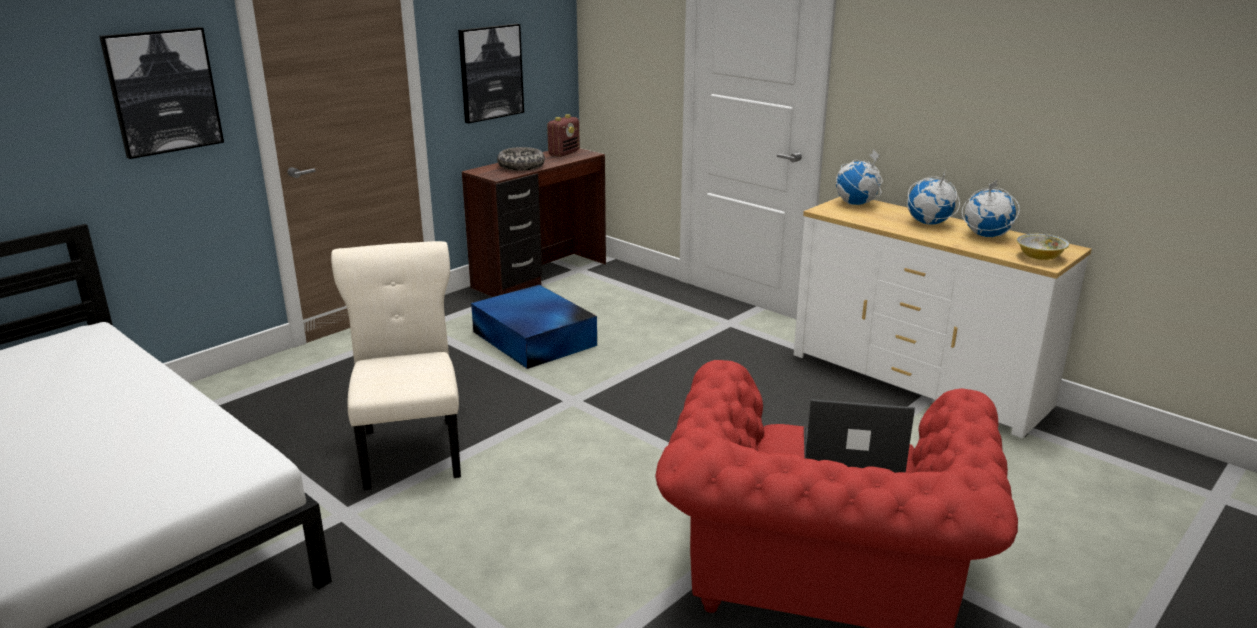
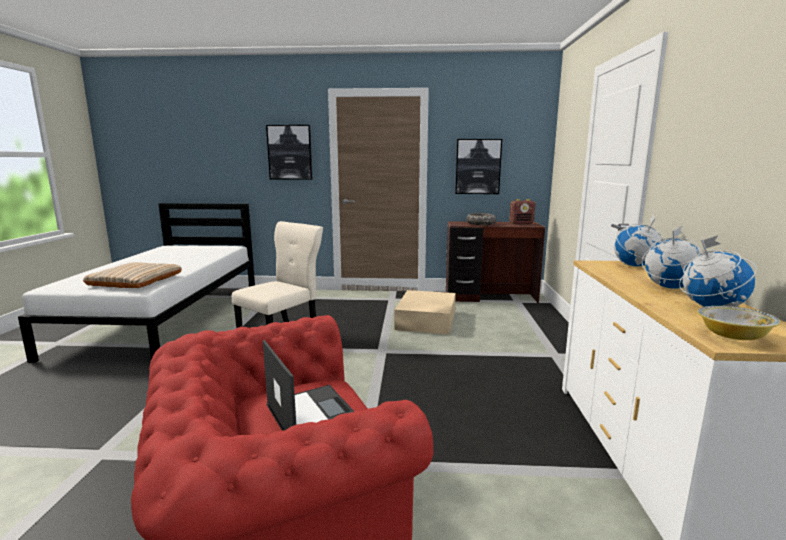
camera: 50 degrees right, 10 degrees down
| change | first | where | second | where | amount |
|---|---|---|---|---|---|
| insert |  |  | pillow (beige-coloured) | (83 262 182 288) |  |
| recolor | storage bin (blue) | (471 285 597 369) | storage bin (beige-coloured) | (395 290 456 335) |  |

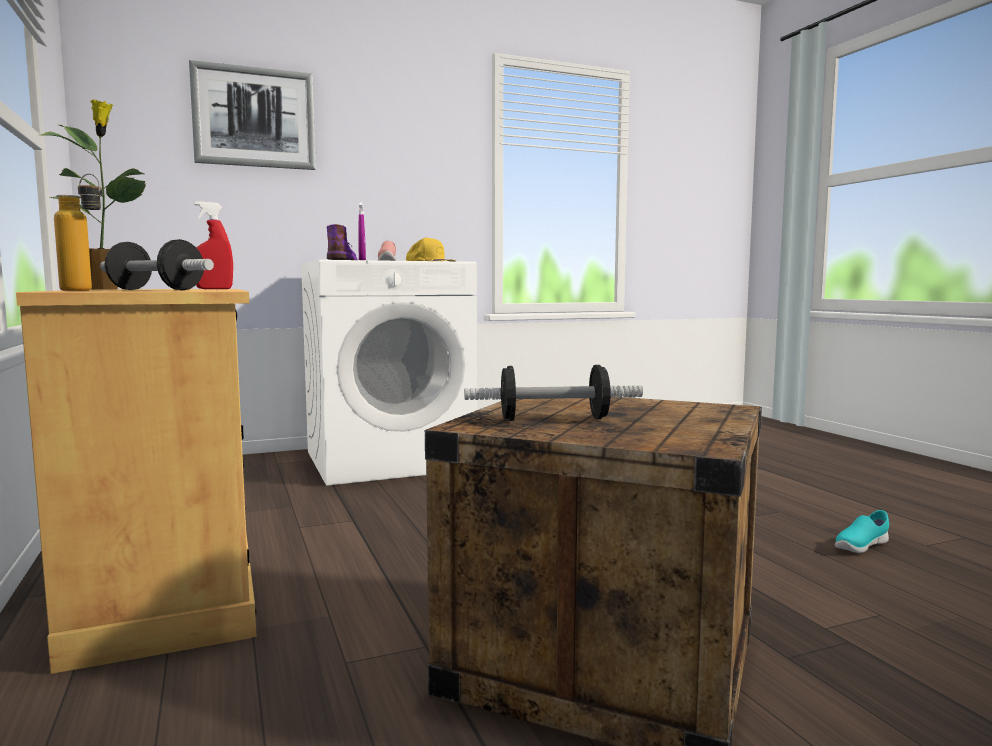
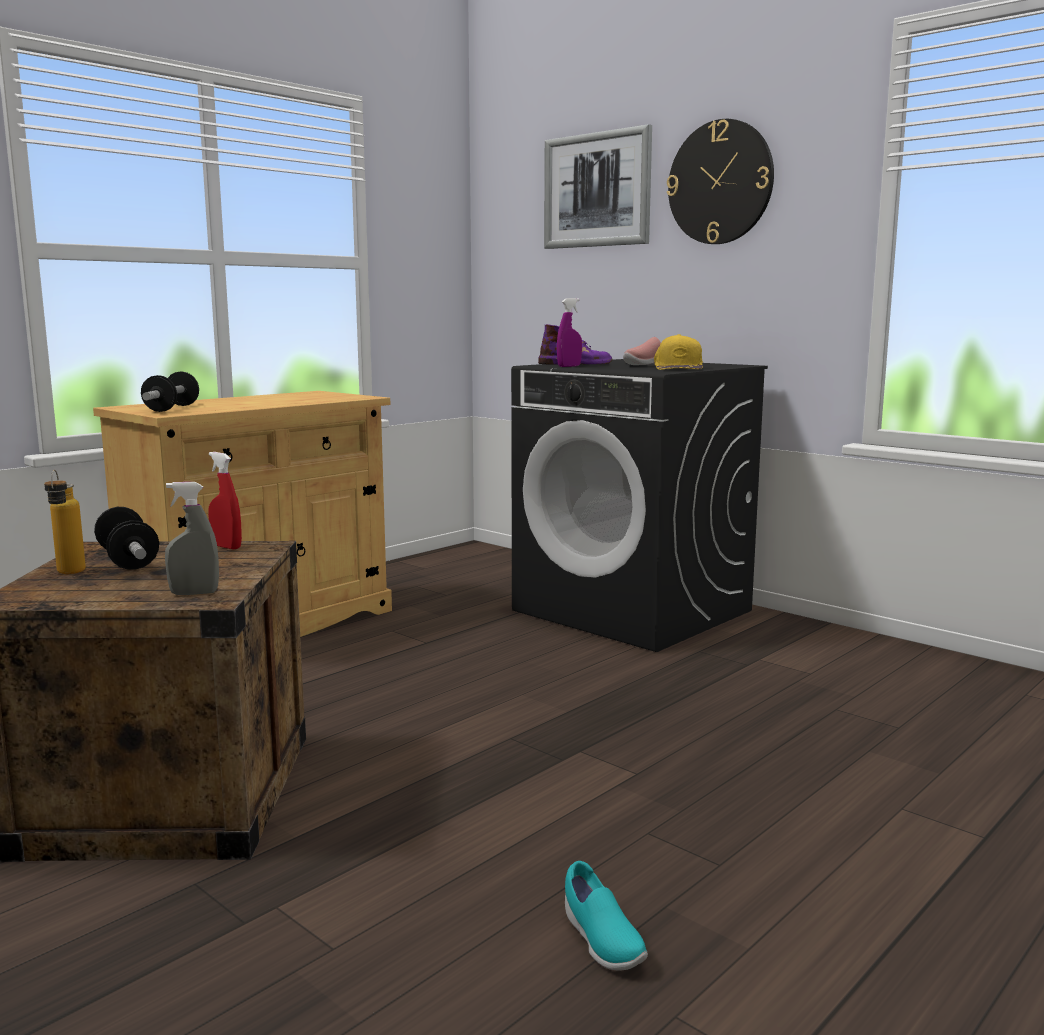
camera: 65 degrees right, 5 degrees up
| change | first | where | second | where | amount |
|---|---|---|---|---|---|
| move | beverage bottle | (54 173 102 291) |  | (44 470 86 574) |  |
| insert |  |  | hand sprayer (gray) | (165 482 219 595) |  |
| move | hand sprayer (red-coloured) | (194 201 233 289) |  | (208 452 242 550) |  |
| recolor | laundry appliance (white) | (301 260 477 486) | laundry appliance (black) | (511 359 768 652) |  |
| rotate | item of footwear (turquoise-coloured) | (835 510 889 553) |  | (565 861 648 970) | 150 degrees counterclockwise |
| insert |  |  | wall clock | (667 119 774 244) |  |
| delete | potted plant | (41 100 146 290) |  |  |  |

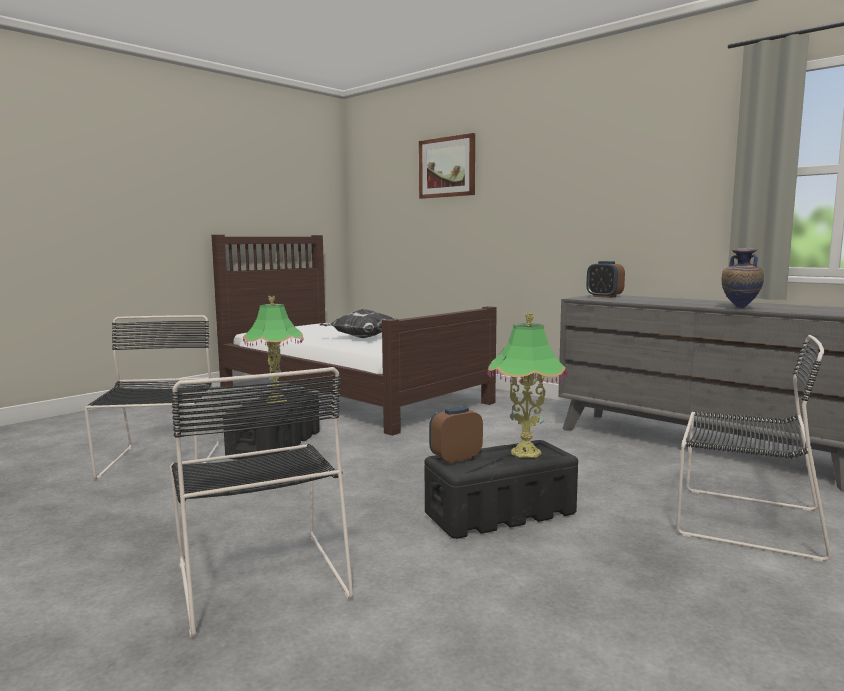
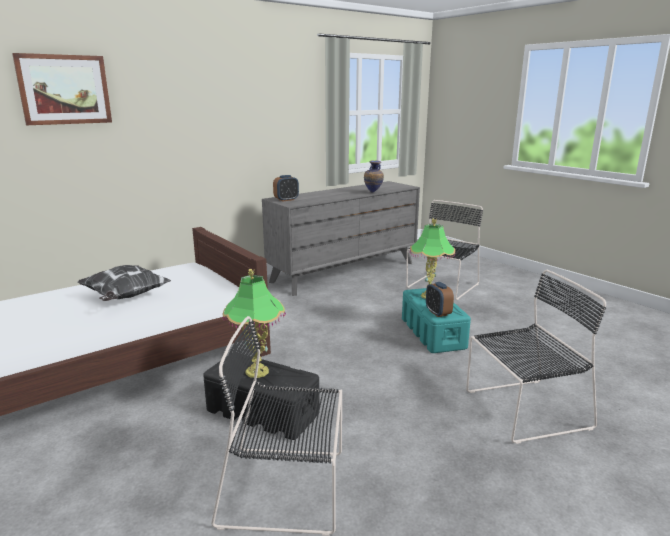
camera: 80 degrees left, 10 degrees up
| change | first | where | second | where | amount |
|---|---|---|---|---|---|
| recolor | storage bin (black) | (425 440 578 539) | storage bin (turquoise-coloured) | (402 288 471 353) |  |

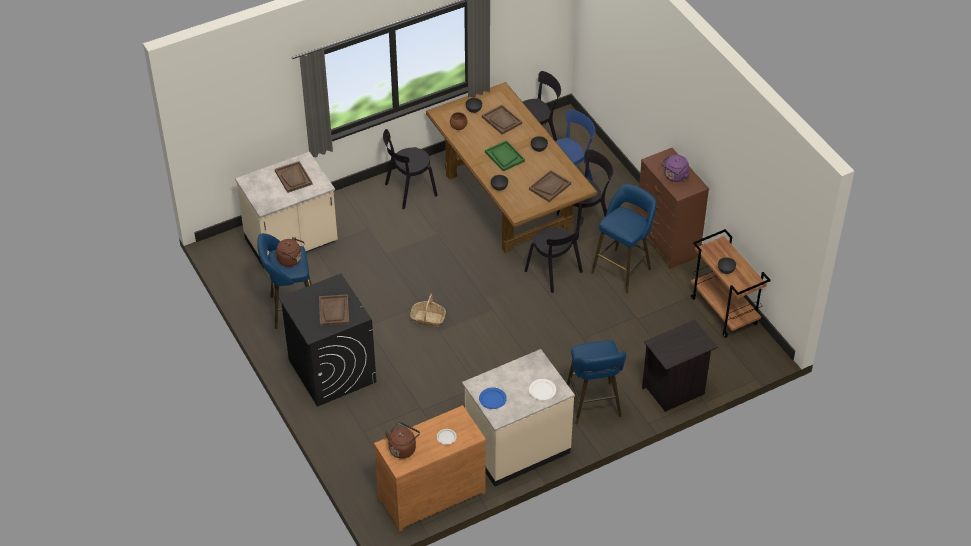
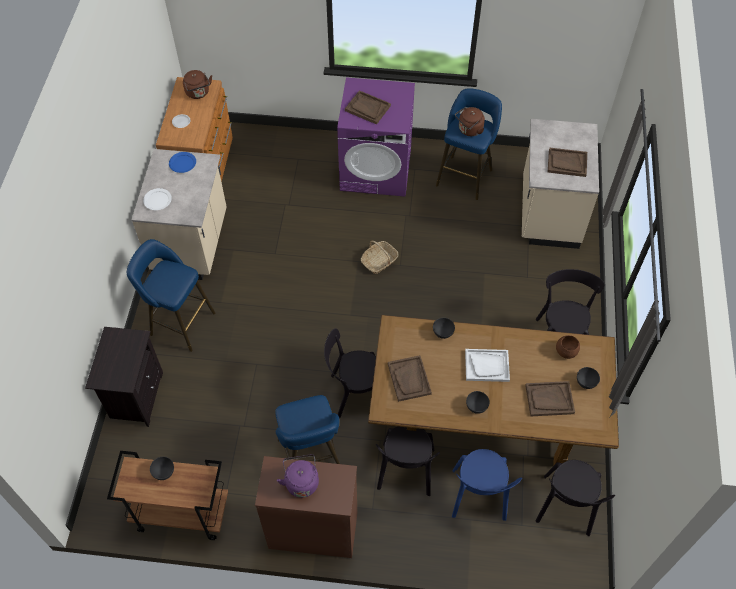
camera: 125 degrees right, 10 degrees up
| change | first | where | second | where | amount |
|---|---|---|---|---|---|
| recolor | laundry appliance (black) | (278 274 376 407) | laundry appliance (purple) | (337 77 415 197) |  |
| recolor | tray (greenish) | (485 140 525 171) | tray (white) | (465 349 510 382) |  |

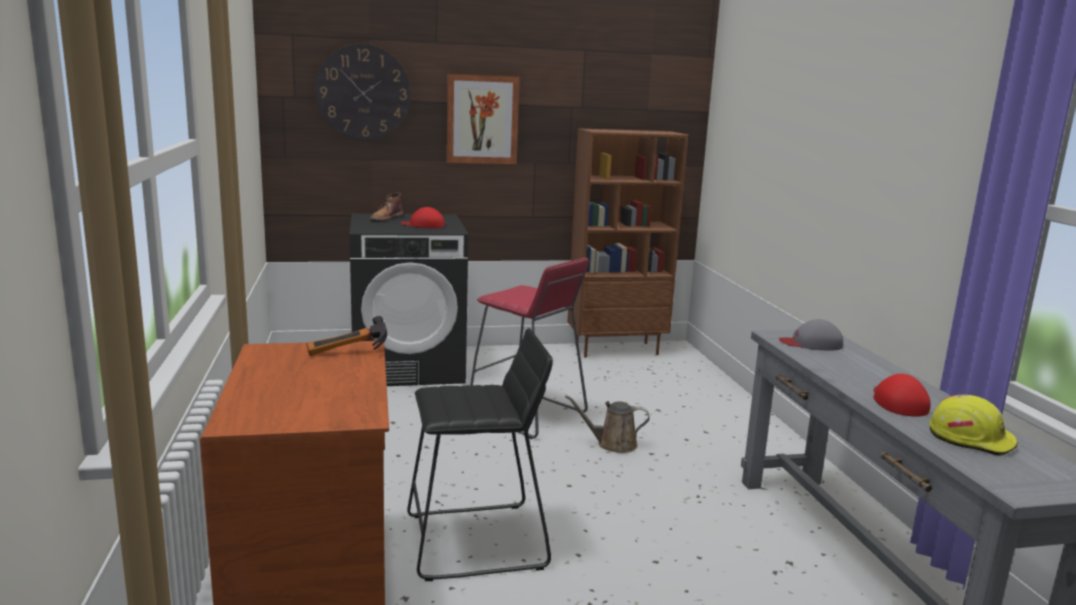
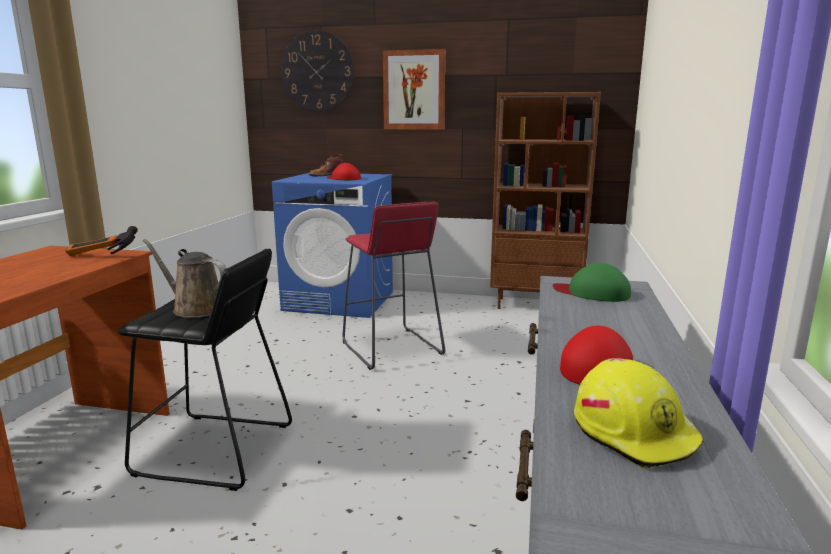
camera: 25 degrees right, 0 degrees up
| change | first | where | second | where | amount |
|---|---|---|---|---|---|
| move | watering pot (brown) | (565 395 650 453) |  | (142 239 226 318) |  |
| recolor | laundry appliance (black) | (349 214 468 386) | laundry appliance (blue) | (272 173 393 318) |  |
| recolor | peaked cap (gray) | (779 319 843 350) | peaked cap (greenish) | (553 263 631 302) |  |

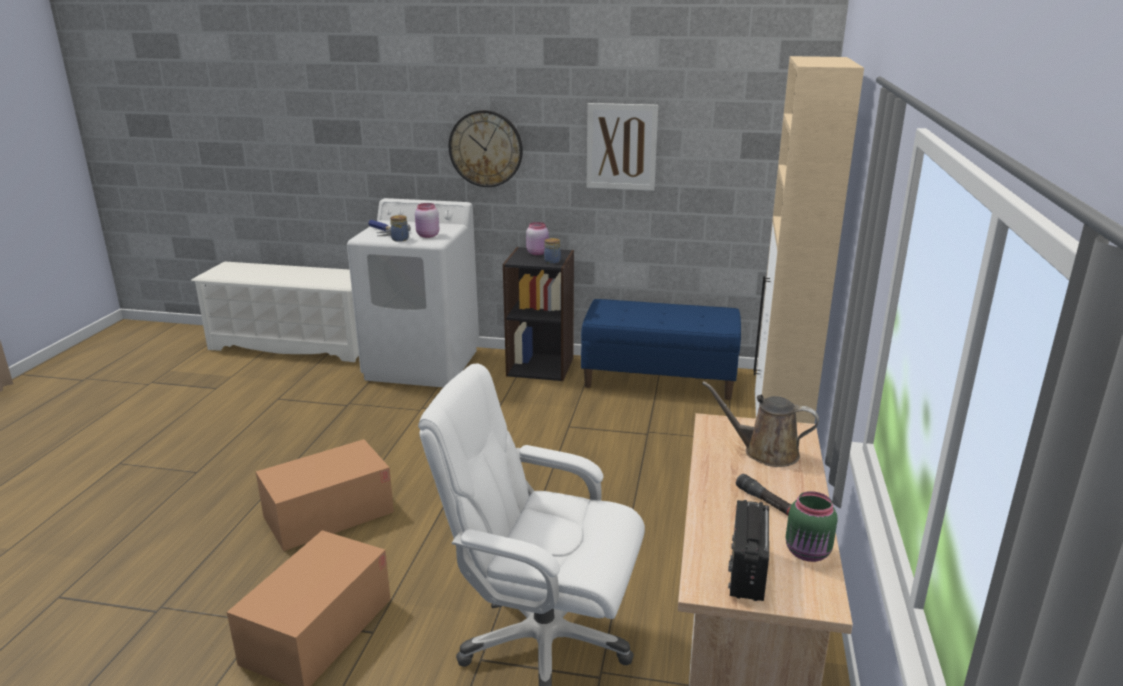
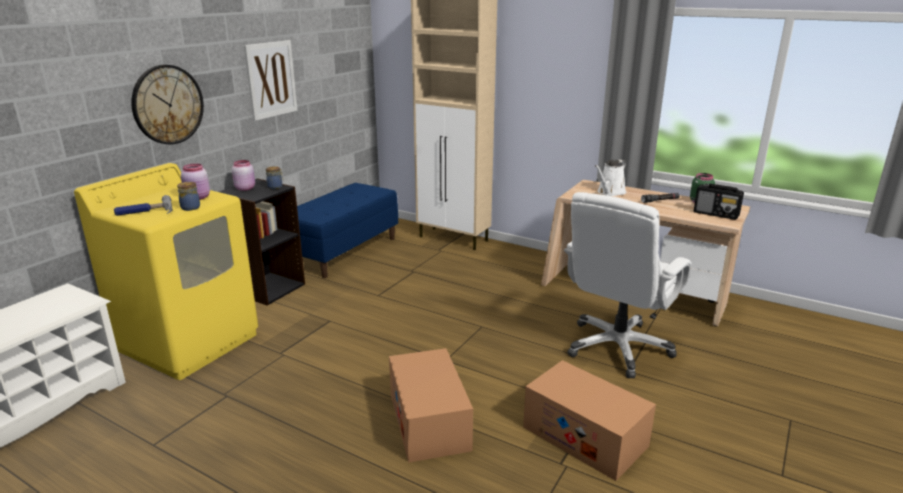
camera: 70 degrees left, 0 degrees up
| change | first | where | second | where | amount |
|---|---|---|---|---|---|
| recolor | laundry appliance (white) | (347 198 479 387) | laundry appliance (yellow) | (74 163 258 380) |  |
| recolor | watering pot (brown) | (702 381 819 467) | watering pot (white) | (595 160 626 196) |  |

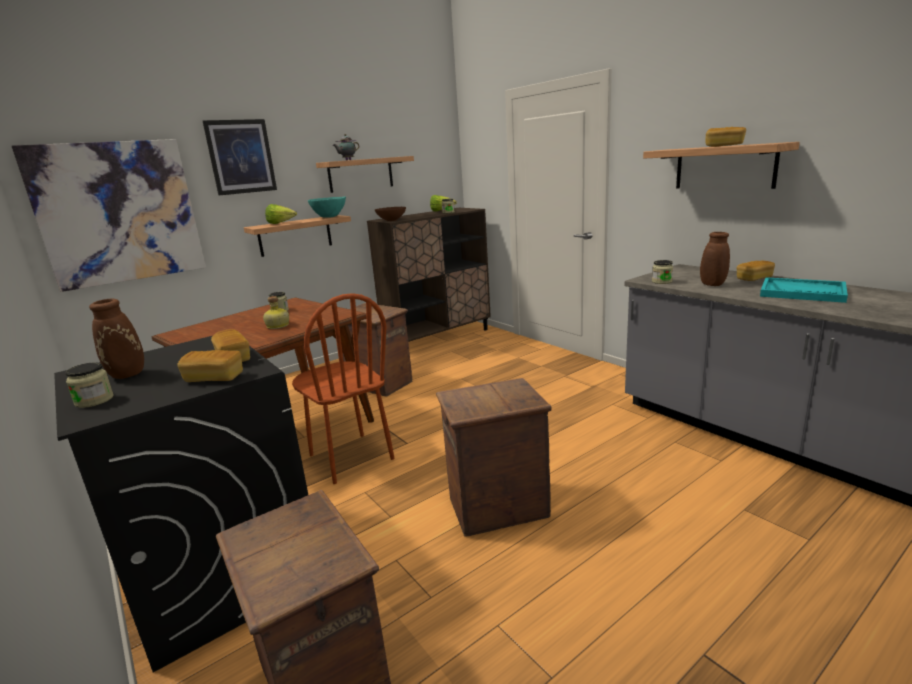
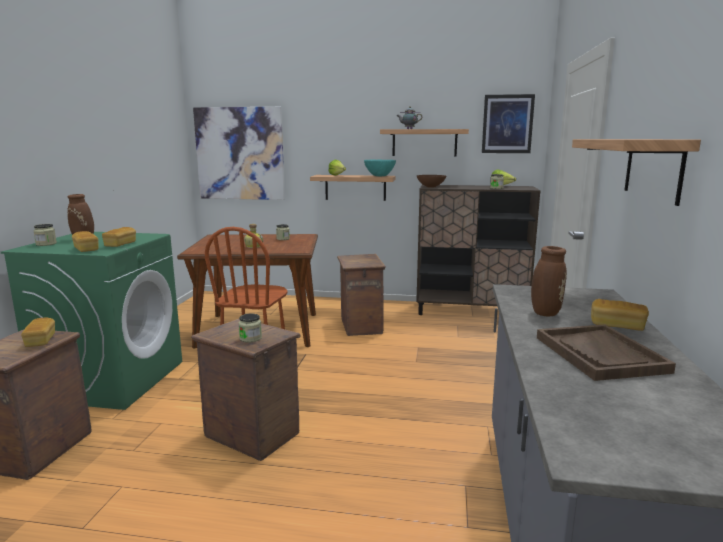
camera: 45 degrees right, 5 degrees down
| change | first | where | second | where | amount |
|---|---|---|---|---|---|
| recolor | laundry appliance (black) | (54 336 308 672) | laundry appliance (greenish) | (1 232 182 410) |  |
| move | baked bread | (705 127 746 147) |  | (21 318 55 347) |  |
| move | jar | (652 260 673 284) |  | (239 313 262 342) |  |
| move | wall picture | (203 119 277 195) |  | (482 94 535 153) |  |
| recolor | tray (turquoise-coloured) | (760 277 848 303) | tray (brown) | (537 324 676 381) |  |

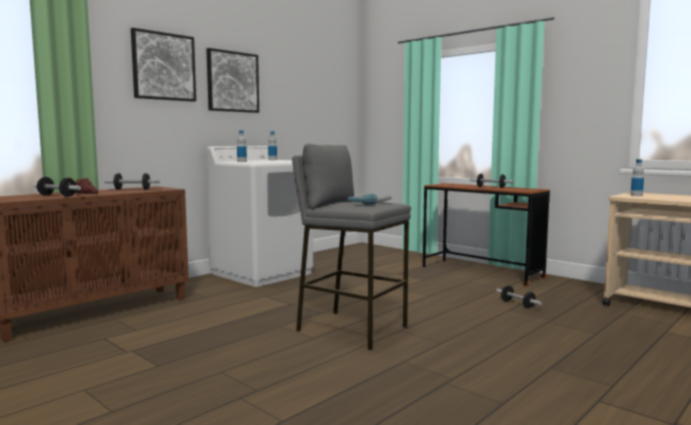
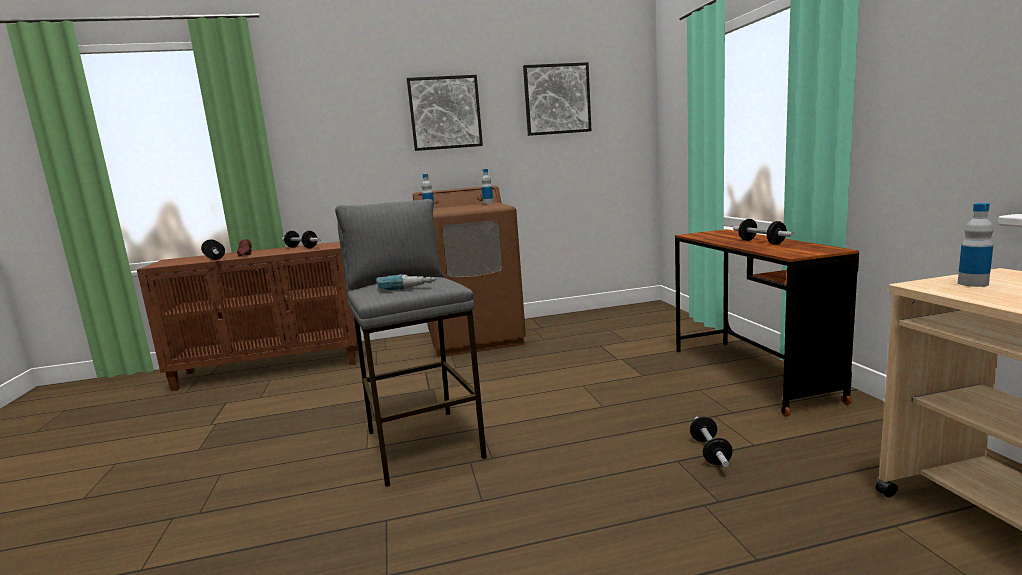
camera: 35 degrees right, 5 degrees up
| change | first | where | second | where | amount |
|---|---|---|---|---|---|
| recolor | laundry appliance (white) | (206 146 313 287) | laundry appliance (brown) | (413 186 526 357) |  |
| move | wall picture | (131 28 196 102) |  | (523 62 591 136) |  |

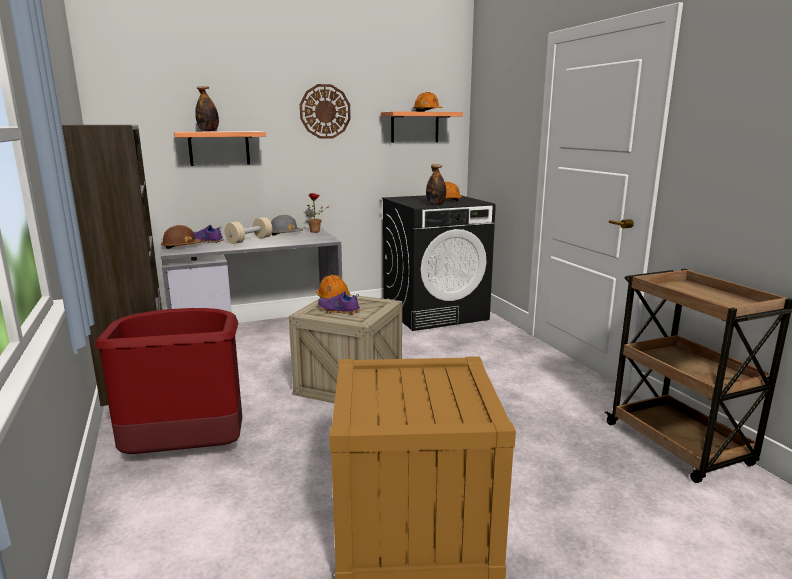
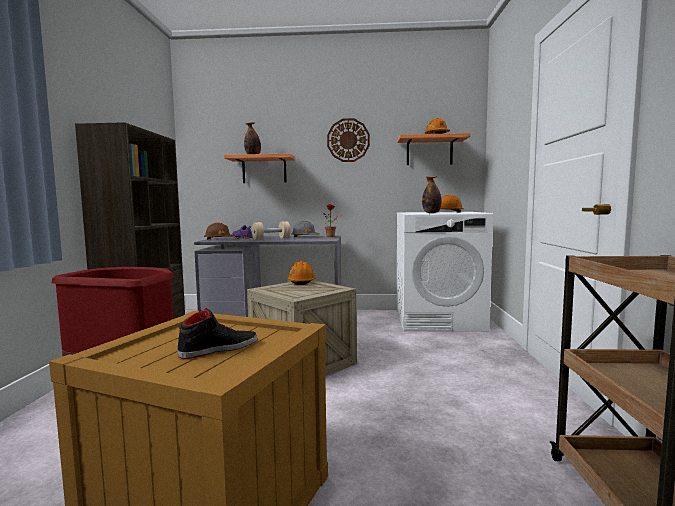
camera: 25 degrees right, 10 degrees down
| change | first | where | second | where | amount |
|---|---|---|---|---|---|
| insert |  |  | item of footwear (black) | (177 308 257 359) |  |
| recolor | laundry appliance (black) | (382 195 496 331) | laundry appliance (white) | (397 212 493 332) |  |
| delete | item of footwear (purple) | (318 291 360 314) |  |  |  |

